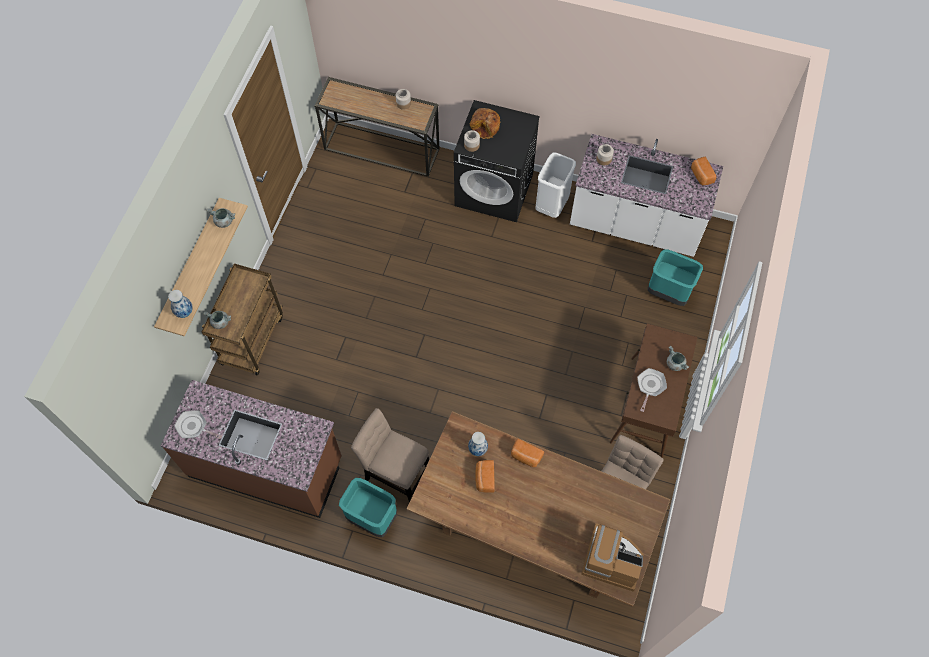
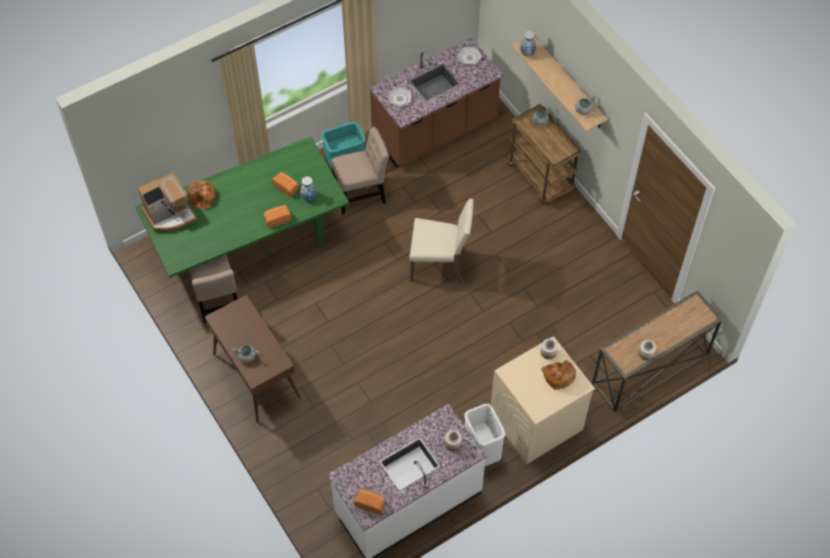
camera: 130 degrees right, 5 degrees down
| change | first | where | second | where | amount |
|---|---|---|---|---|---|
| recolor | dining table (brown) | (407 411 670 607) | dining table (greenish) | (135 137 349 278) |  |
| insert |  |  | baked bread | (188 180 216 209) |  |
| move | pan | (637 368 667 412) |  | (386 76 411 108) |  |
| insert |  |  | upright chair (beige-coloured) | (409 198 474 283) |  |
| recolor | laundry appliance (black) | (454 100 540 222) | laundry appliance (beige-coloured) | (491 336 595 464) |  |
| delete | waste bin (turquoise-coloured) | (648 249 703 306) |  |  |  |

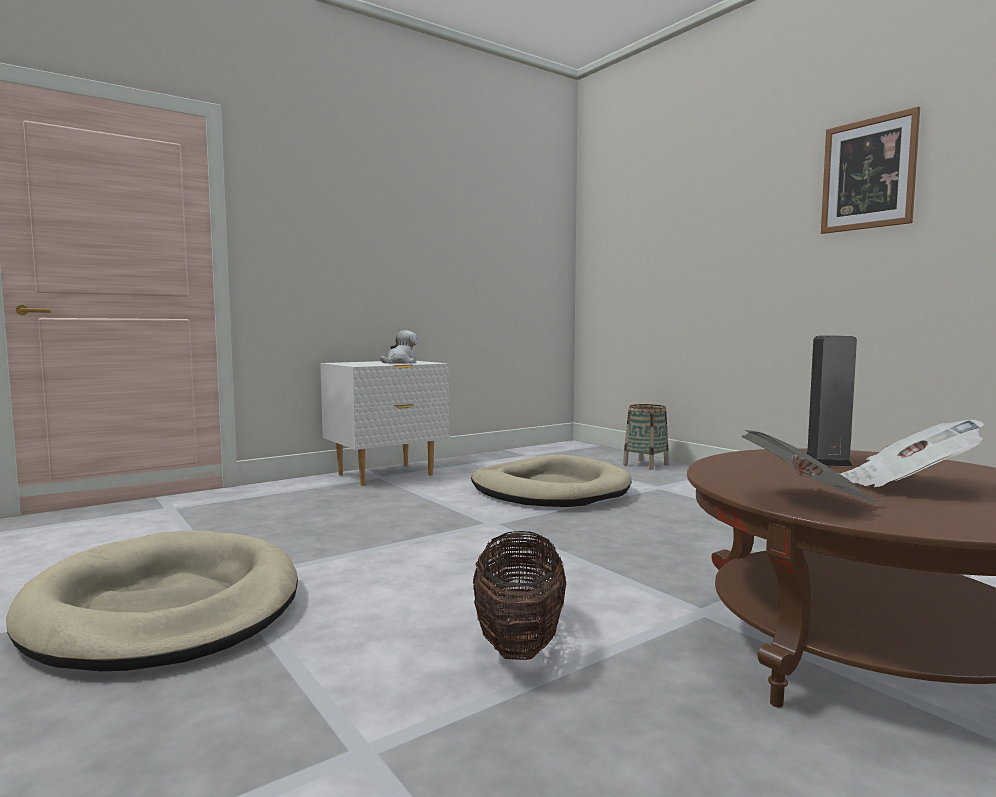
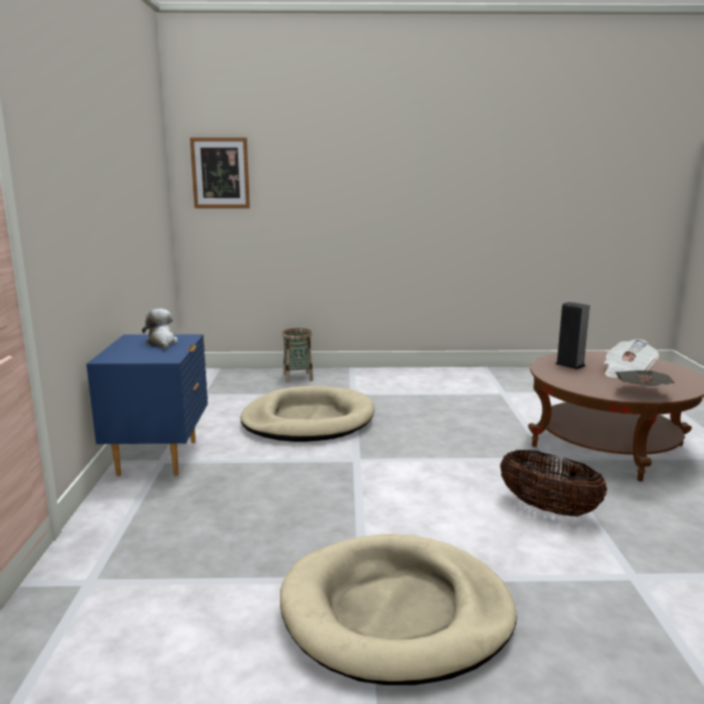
camera: 55 degrees left, 10 degrees up
| change | first | where | second | where | amount |
|---|---|---|---|---|---|
| recolor | bedside table (white) | (320 361 449 486) | bedside table (blue) | (86 334 208 476) |  |
| move | wall picture | (821 106 920 234) |  | (190 137 250 208) |  |

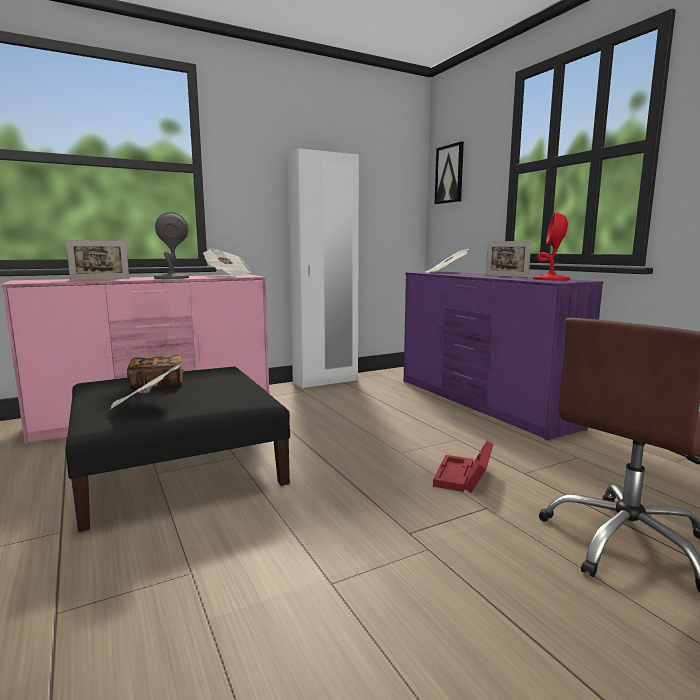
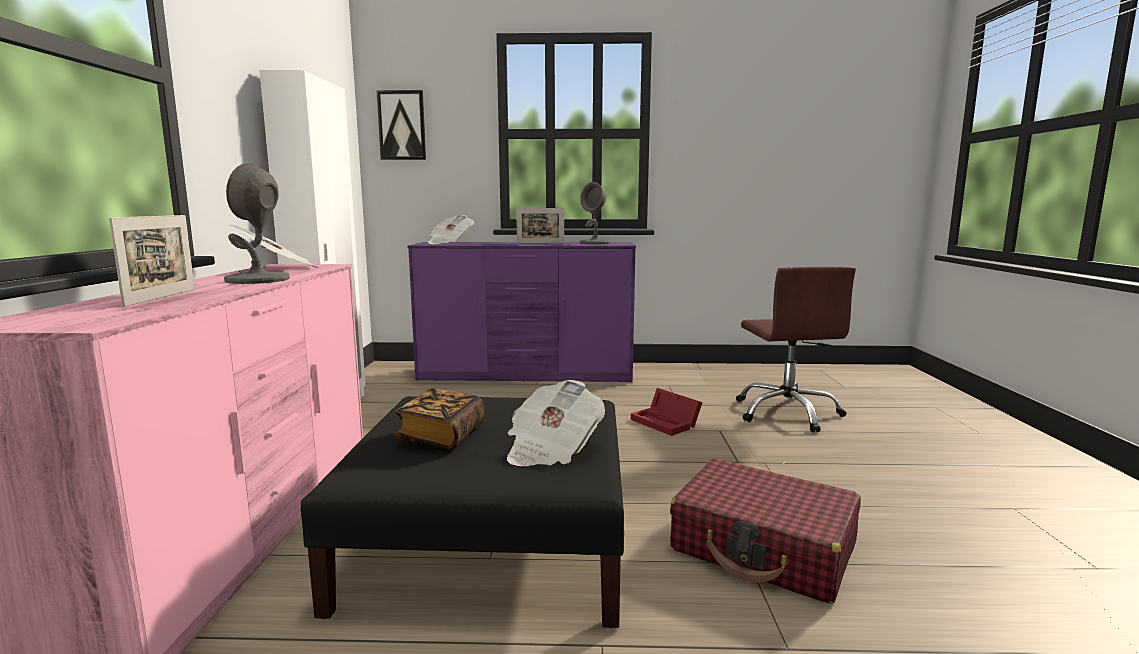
camera: 60 degrees left, 0 degrees up
| change | first | where | second | where | amount |
|---|---|---|---|---|---|
| recolor | table lamp (red-coloured) | (533 211 570 280) | table lamp (gray) | (580 182 611 244) |  |
| insert |  |  | piece of luggage (red-coloured) | (670 458 861 604) |  |

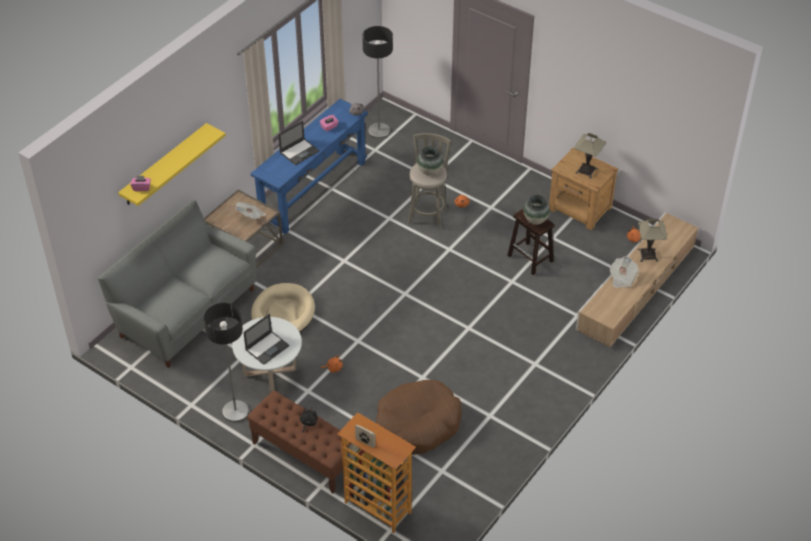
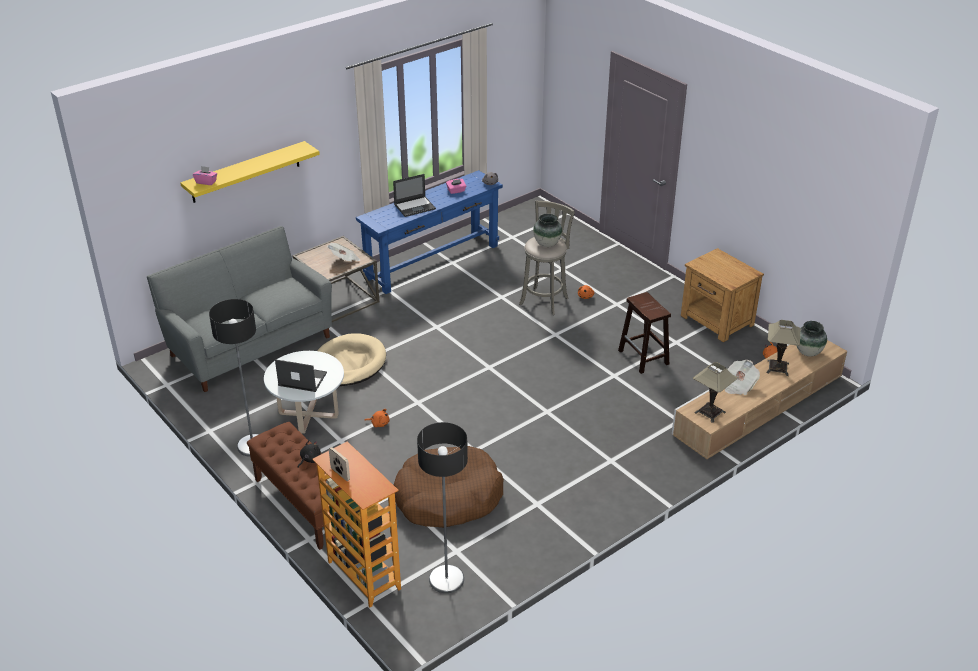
camera: 15 degrees right, 10 degrees down
| change | first | where | second | where | amount |
|---|---|---|---|---|---|
| rotate | laptop | (243 314 289 365) |  | (275 359 327 392) | 135 degrees counterclockwise |
| move | standing lamp | (362 26 393 138) |  | (417 422 468 593) |  |
| move | table lamp | (574 133 606 179) |  | (693 362 738 423) |  |
| move | flower vase | (523 195 550 225) |  | (797 321 827 357) |  |

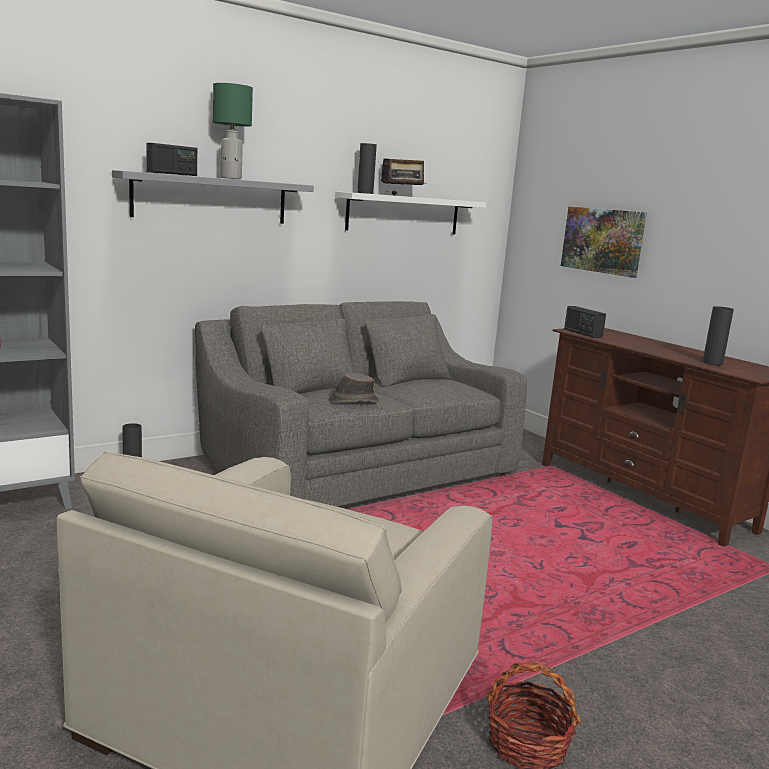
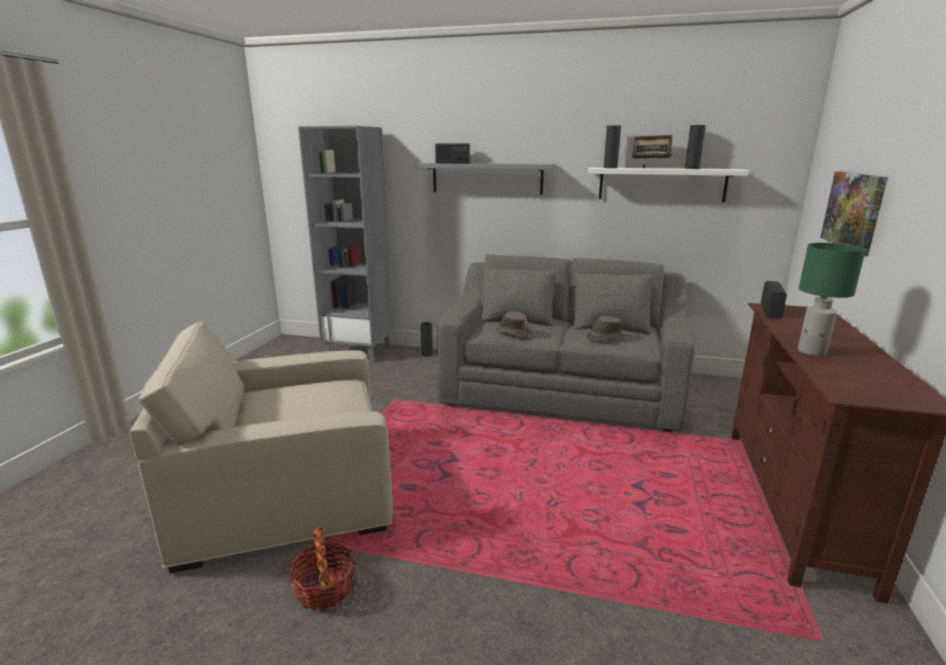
camera: 50 degrees right, 5 degrees up
| change | first | where | second | where | amount |
|---|---|---|---|---|---|
| insert |  |  | wearable hat (brown) | (586 316 624 341) |  |
| move | flower vase (black) | (703 306 734 365) |  | (685 125 706 169) |  |
| move | table lamp (greenish) | (213 83 253 179) |  | (798 243 866 356) |  |

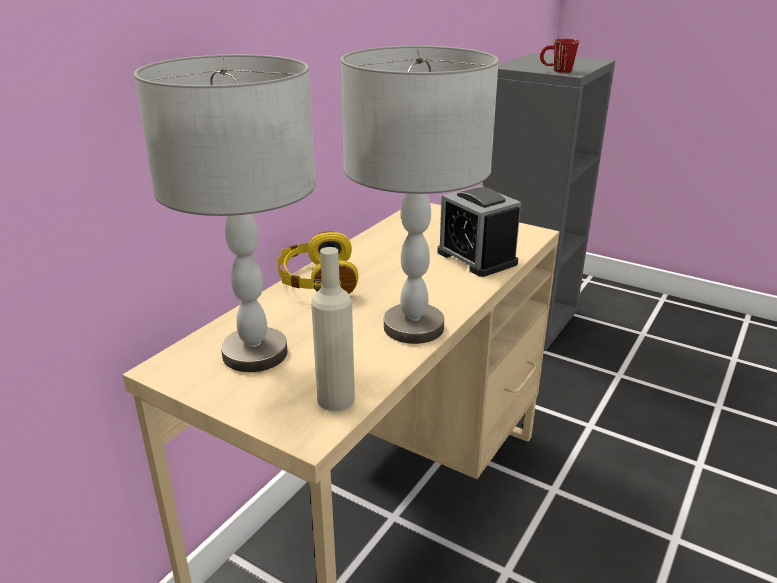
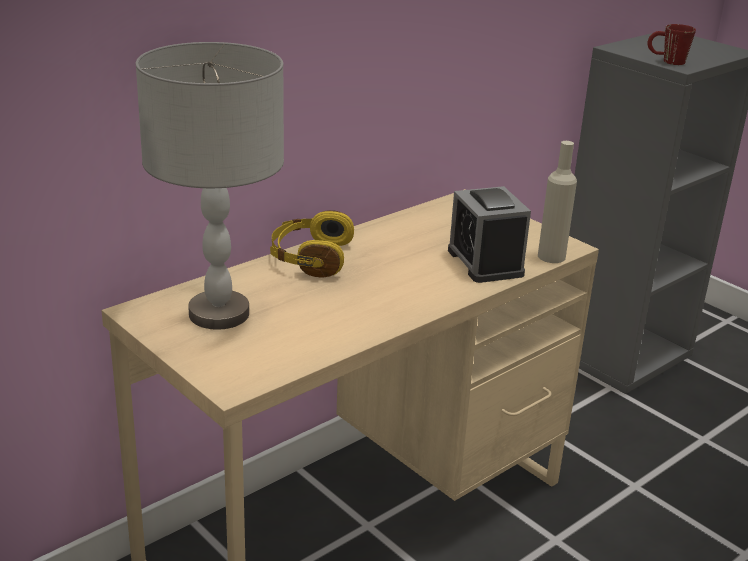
camera: 15 degrees right, 0 degrees up
| change | first | where | second | where | amount |
|---|---|---|---|---|---|
| move | beverage bottle (beige-coloured) | (311 247 355 411) |  | (538 141 577 263) |  |
| delete | table lamp (gray) | (340 46 499 344) |  |  |  |

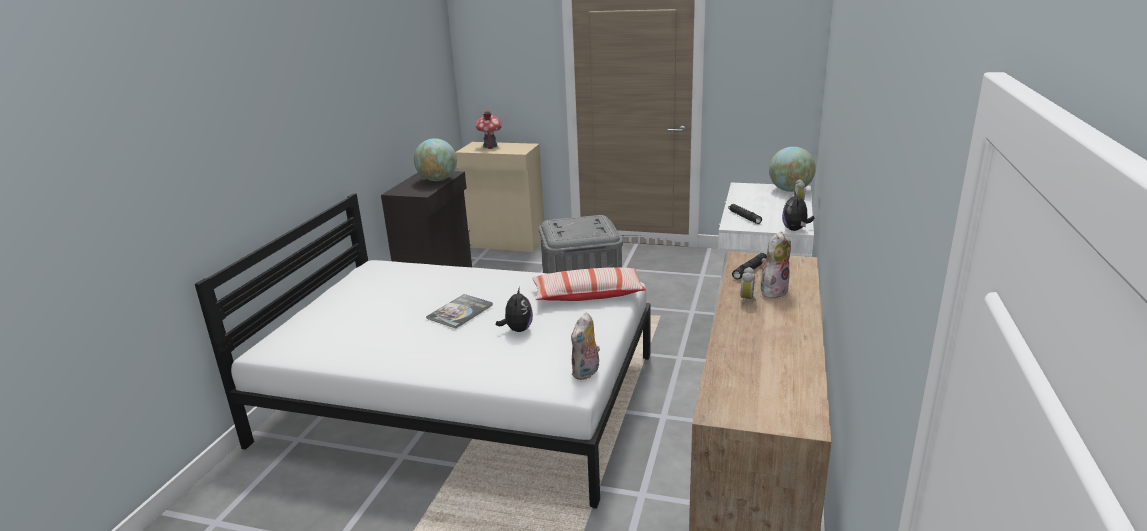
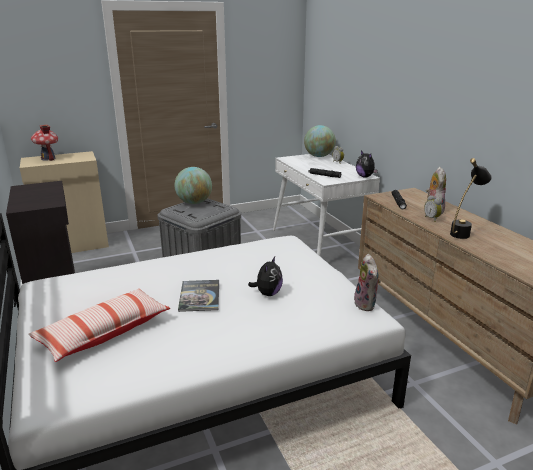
camera: 40 degrees left, 0 degrees up
| change | first | where | second | where | amount |
|---|---|---|---|---|---|
| move | pillow | (532 267 646 301) |  | (28 289 170 362) |  |
| move | globe | (414 138 457 181) |  | (174 167 212 204) |  |
| rotate | soft toy | (496 287 533 332) |  | (248 257 283 296) | 60 degrees clockwise |
| insert |  |  | table lamp (black) | (450 158 492 239) |  |

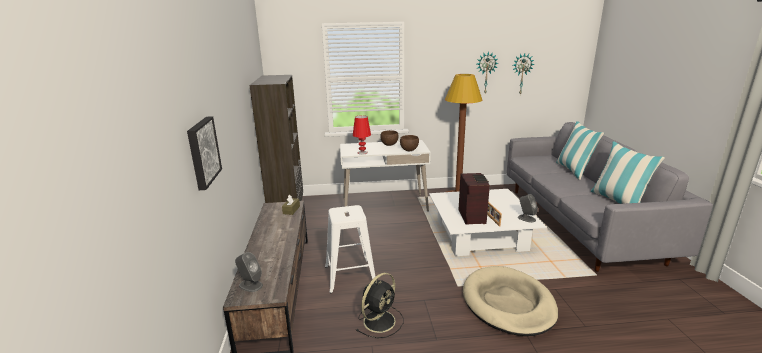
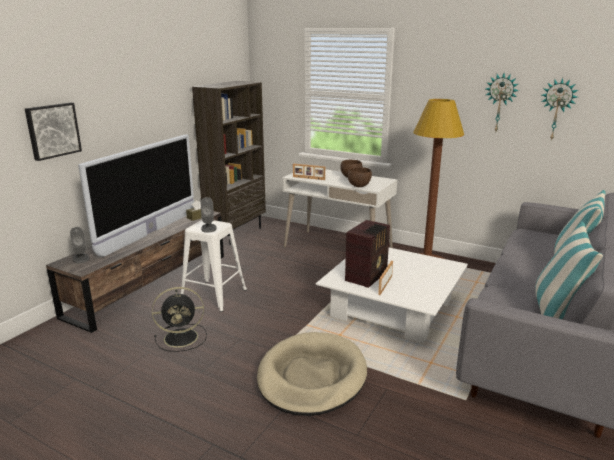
camera: 35 degrees right, 0 degrees up
| change | first | where | second | where | amount |
|---|---|---|---|---|---|
| insert |  |  | TV | (78 135 194 257) |  |
| move | loudspeaker (gray) | (518 194 538 223) |  | (201 197 216 233) |  |
| replace | table lamp (red-coloured) | (353 115 371 155) | standing frame | (293 164 325 180) |  |

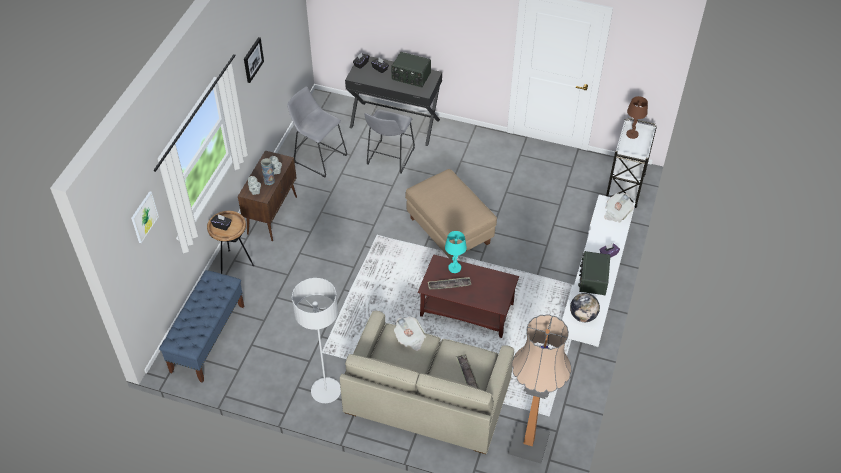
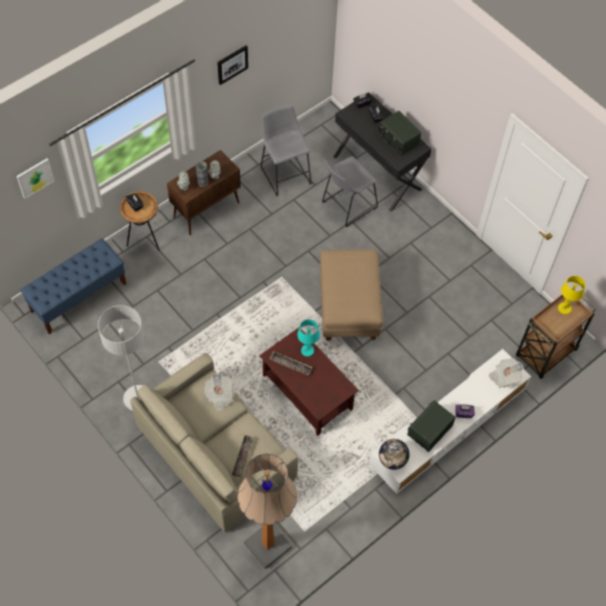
camera: 30 degrees right, 10 degrees up
| change | first | where | second | where | amount |
|---|---|---|---|---|---|
| recolor | wheeled cart (white) | (606 118 657 208) | wheeled cart (brown) | (516 290 596 379) |  |
| recolor | table lamp (brown) | (626 96 648 139) | table lamp (yellow) | (558 276 585 315) |  |

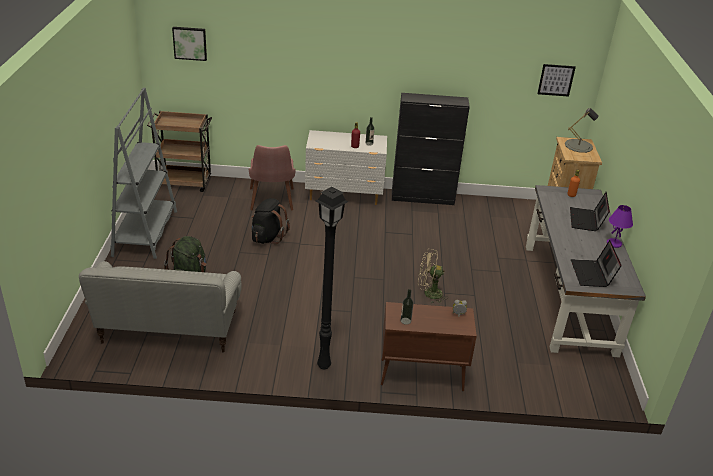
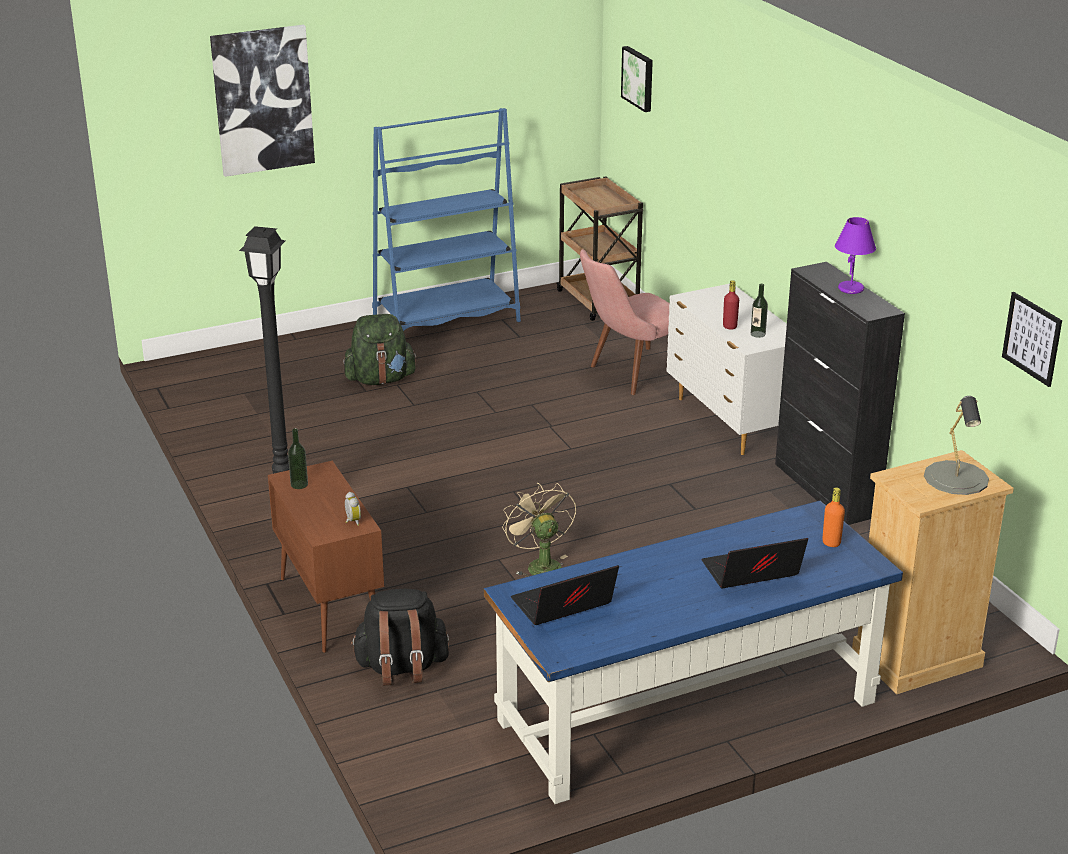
camera: 65 degrees right, 5 degrees down
| change | first | where | second | where | amount |
|---|---|---|---|---|---|
| insert |  |  | wall picture | (210 25 315 177) |  |
| move | knapsack (black) | (251 198 290 244) |  | (350 589 449 685) |  |
| recolor | shelving unit (gray) | (110 88 177 259) | shelving unit (blue) | (372 108 521 331) |  |
| recolor | desk table (gray) | (526 185 646 358) | desk table (blue) | (484 501 903 804) |  |
| move | table lamp (purple) | (607 205 633 248) |  | (835 217 876 294) |  |
| delete | settee | (79 261 242 353) |  |  |  |

